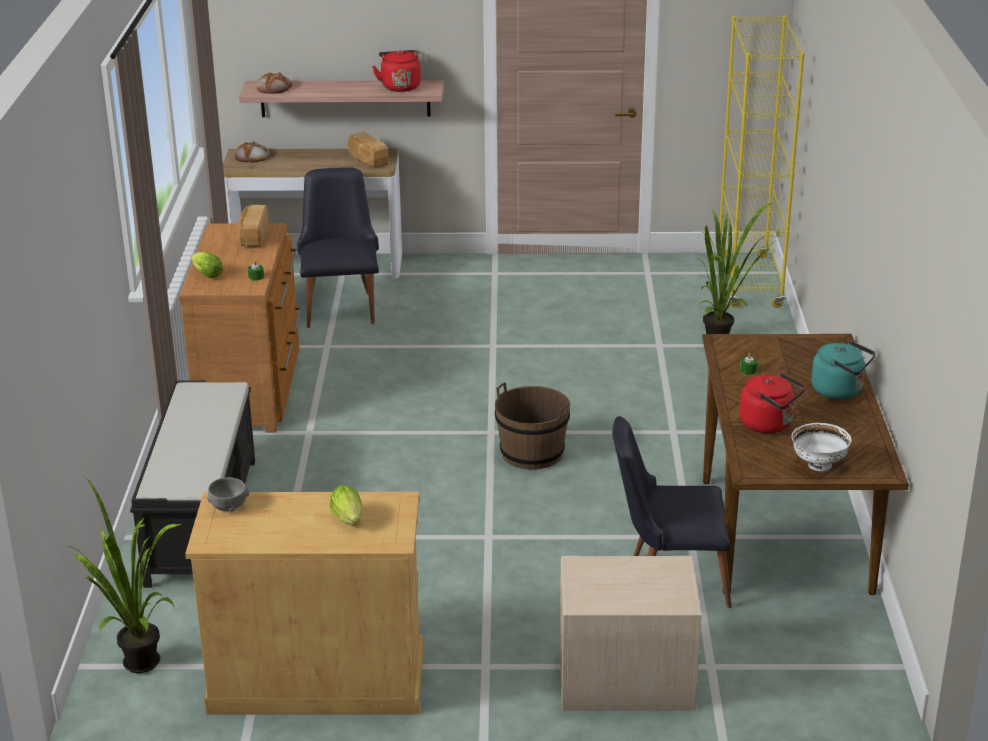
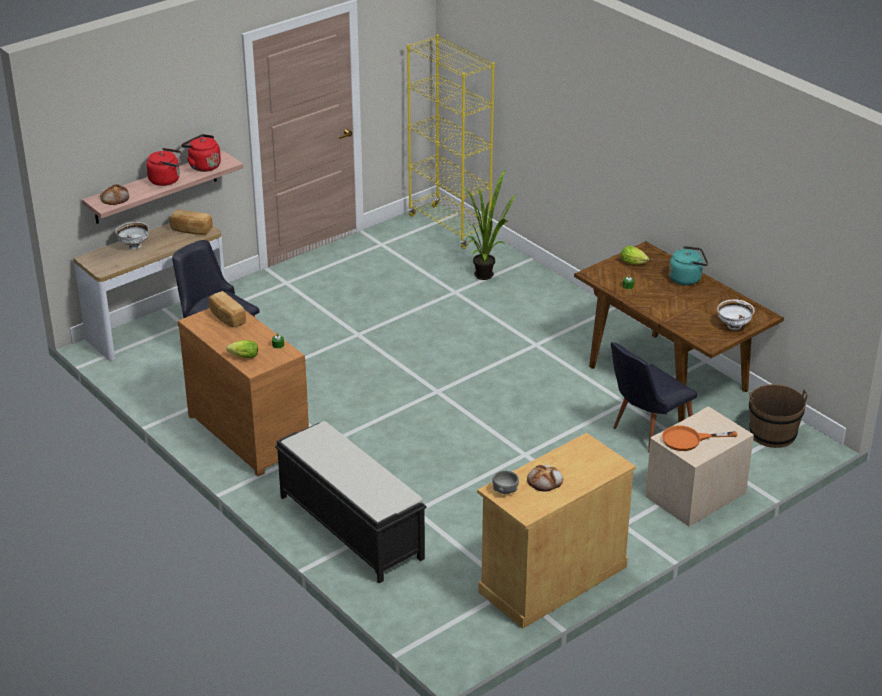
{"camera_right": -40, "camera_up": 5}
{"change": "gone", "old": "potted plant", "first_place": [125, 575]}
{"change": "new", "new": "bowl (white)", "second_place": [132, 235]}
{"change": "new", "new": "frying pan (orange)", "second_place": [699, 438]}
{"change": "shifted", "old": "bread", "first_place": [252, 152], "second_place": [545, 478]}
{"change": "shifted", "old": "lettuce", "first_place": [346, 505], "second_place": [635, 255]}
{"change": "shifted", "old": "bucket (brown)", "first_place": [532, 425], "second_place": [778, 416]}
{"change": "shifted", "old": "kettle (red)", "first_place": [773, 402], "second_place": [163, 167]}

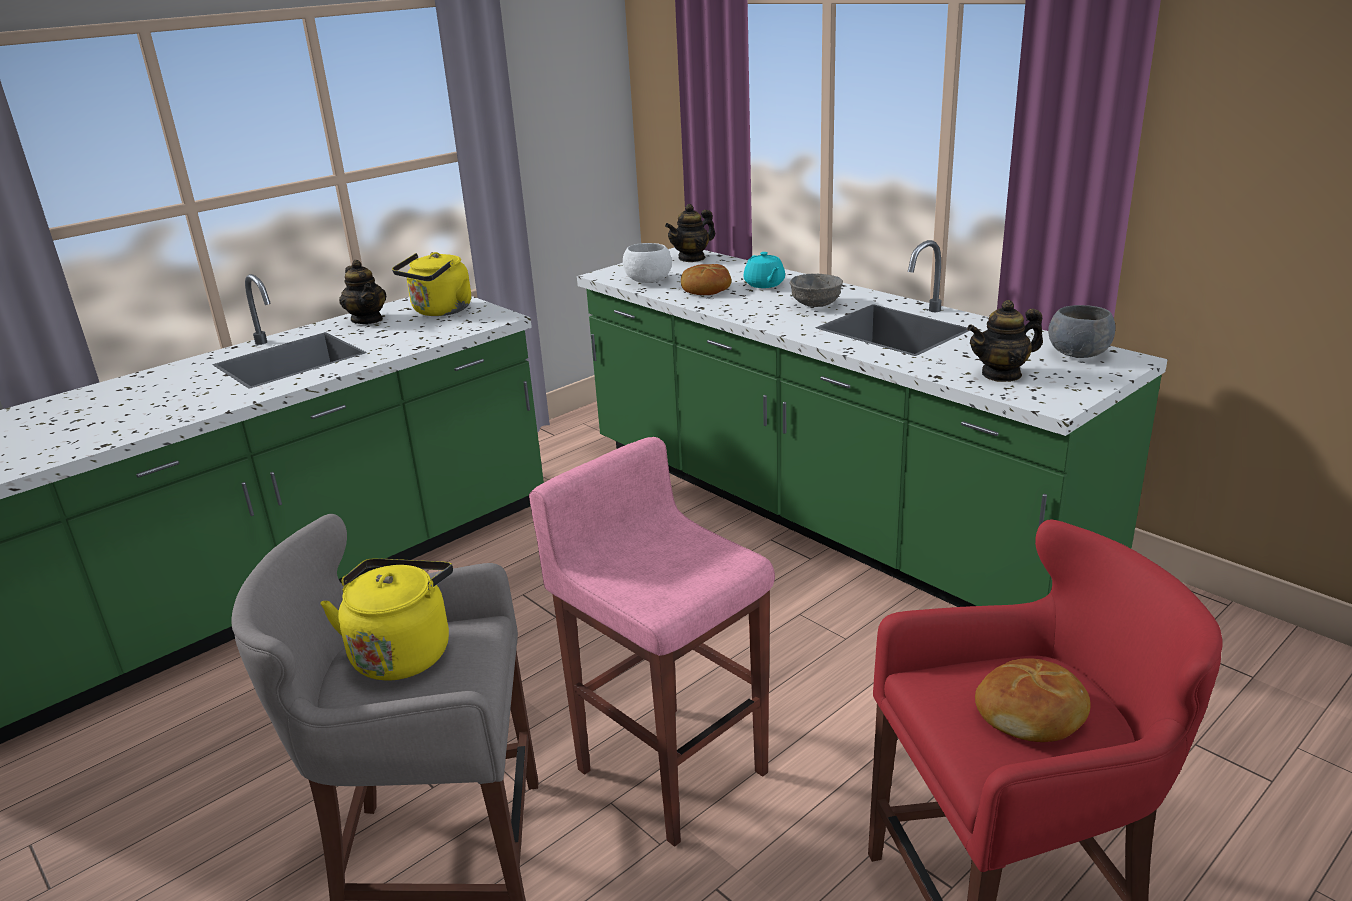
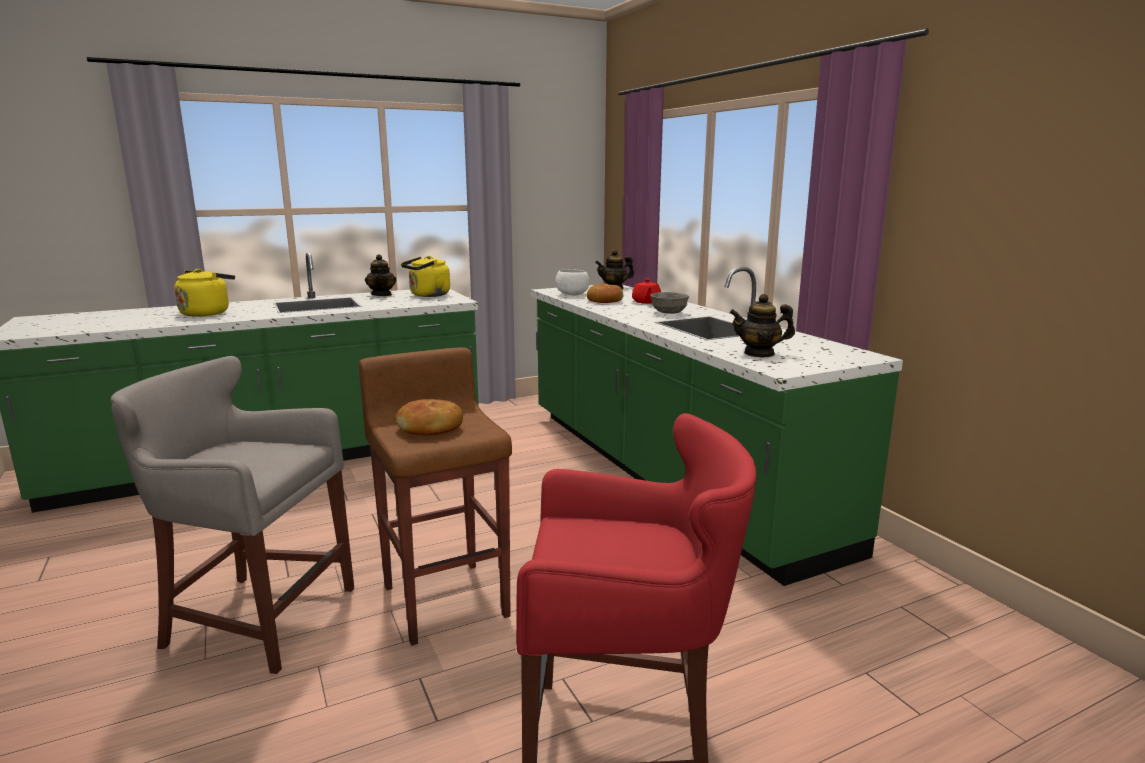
{"camera_right": 15, "camera_up": -10}
{"change": "gone", "old": "bowl (grey)", "first_place": [1082, 331]}
{"change": "shifted", "old": "kettle (yellow)", "first_place": [386, 619], "second_place": [204, 293]}
{"change": "shifted", "old": "bread", "first_place": [1033, 700], "second_place": [429, 417]}
{"change": "repainted", "old": "stool (pink)", "new": "stool (brown)", "first_place": [652, 642], "second_place": [435, 496]}
{"change": "repainted", "old": "teapot (turquoise)", "new": "teapot (red)", "first_place": [764, 270], "second_place": [646, 291]}

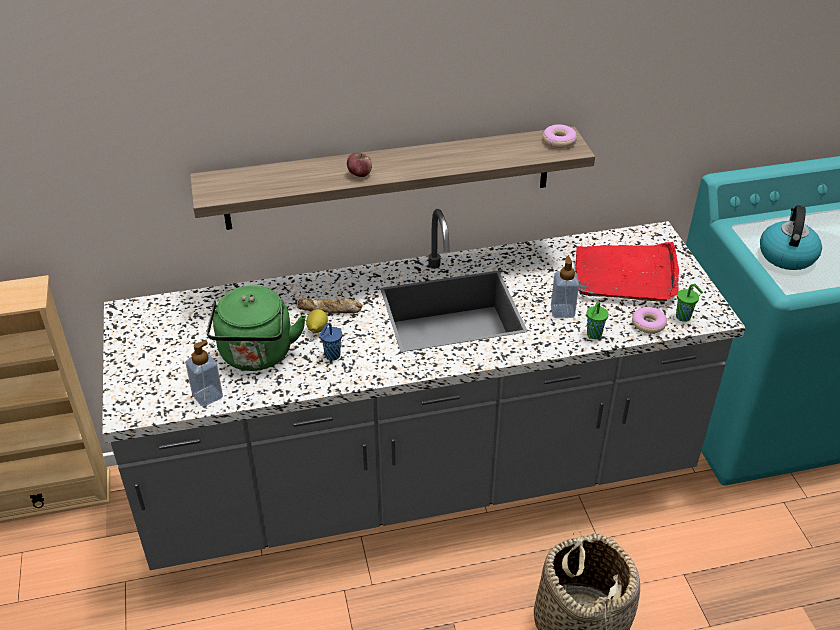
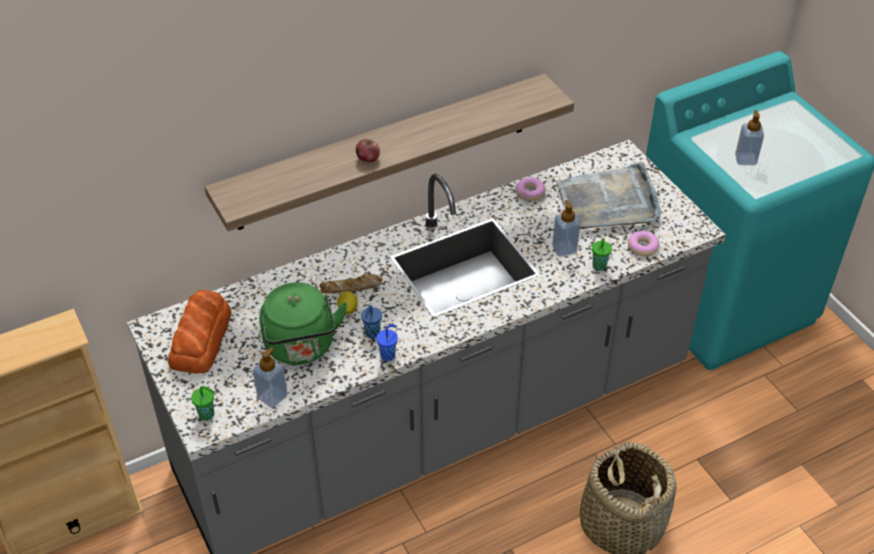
{"camera_right": -15, "camera_up": 5}
{"change": "new", "new": "bread", "second_place": [199, 332]}
{"change": "new", "new": "cup (blue)", "second_place": [387, 342]}
{"change": "shifted", "old": "donut", "first_place": [560, 136], "second_place": [530, 189]}
{"change": "shifted", "old": "cup (green)", "first_place": [689, 303], "second_place": [203, 403]}
{"change": "swapped", "old": "kettle", "new": "soap dispenser", "first_place": [791, 237], "second_place": [749, 137]}
{"change": "repainted", "old": "tray (red)", "new": "tray (grey)", "first_place": [627, 272], "second_place": [609, 195]}

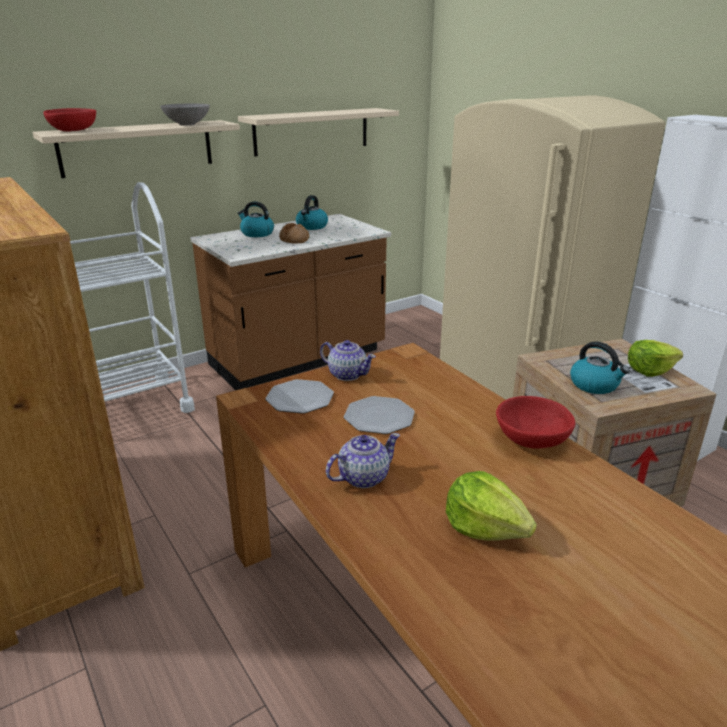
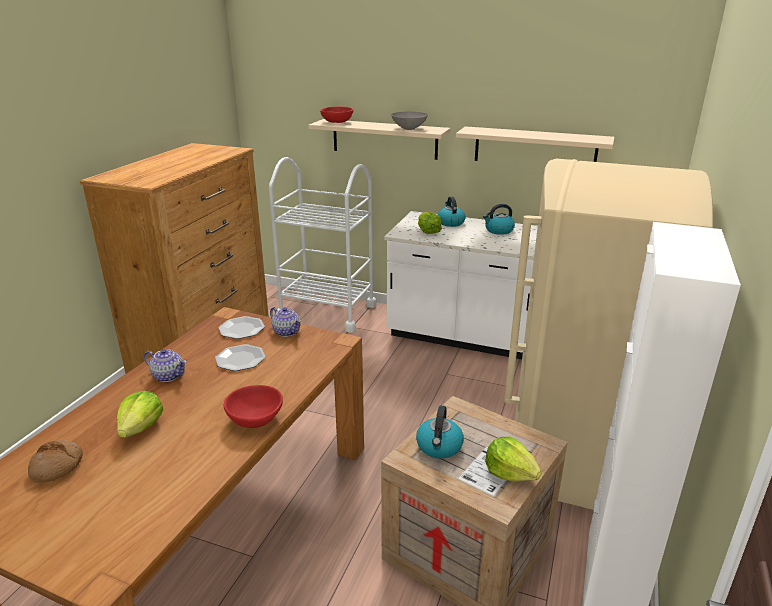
{"camera_right": 55, "camera_up": 0}
{"change": "new", "new": "lettuce", "second_place": [430, 223]}
{"change": "shifted", "old": "bread", "first_place": [294, 233], "second_place": [55, 461]}
{"change": "repainted", "old": "counter (brown)", "new": "counter (white)", "first_place": [291, 302], "second_place": [461, 285]}
{"change": "rotated", "old": "teapot", "first_place": [348, 360], "second_place": [286, 322], "degrees": -45}

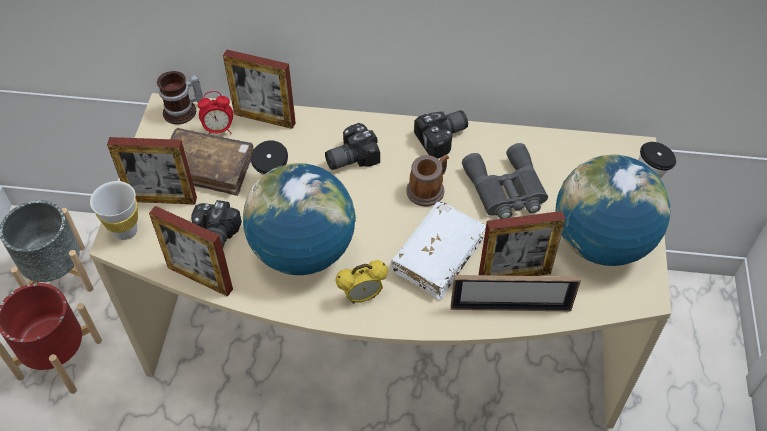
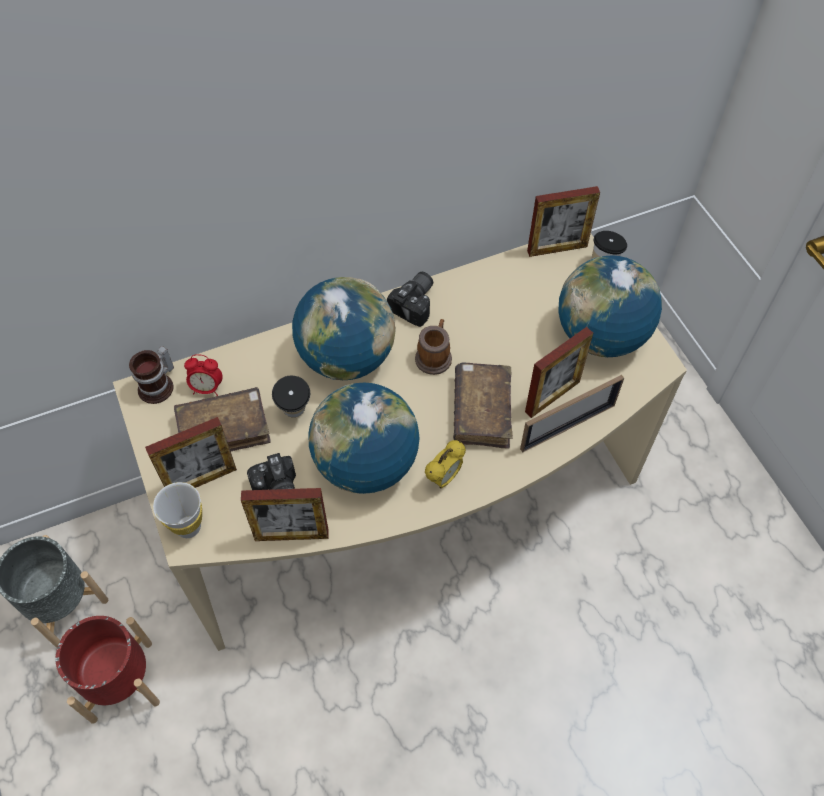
{"camera_right": -30, "camera_up": 5}
{"change": "gone", "old": "binoculars (grey)", "first_place": [505, 181]}
{"change": "shifted", "old": "picture frame", "first_place": [259, 89], "second_place": [563, 221]}
{"change": "swapped", "old": "photo camera", "new": "globe", "first_place": [352, 146], "second_place": [344, 328]}
{"change": "repainted", "old": "book (white)", "new": "book (brown)", "first_place": [438, 251], "second_place": [483, 406]}
{"change": "rotated", "old": "alarm clock", "first_place": [215, 112], "second_place": [203, 375], "degrees": 45}

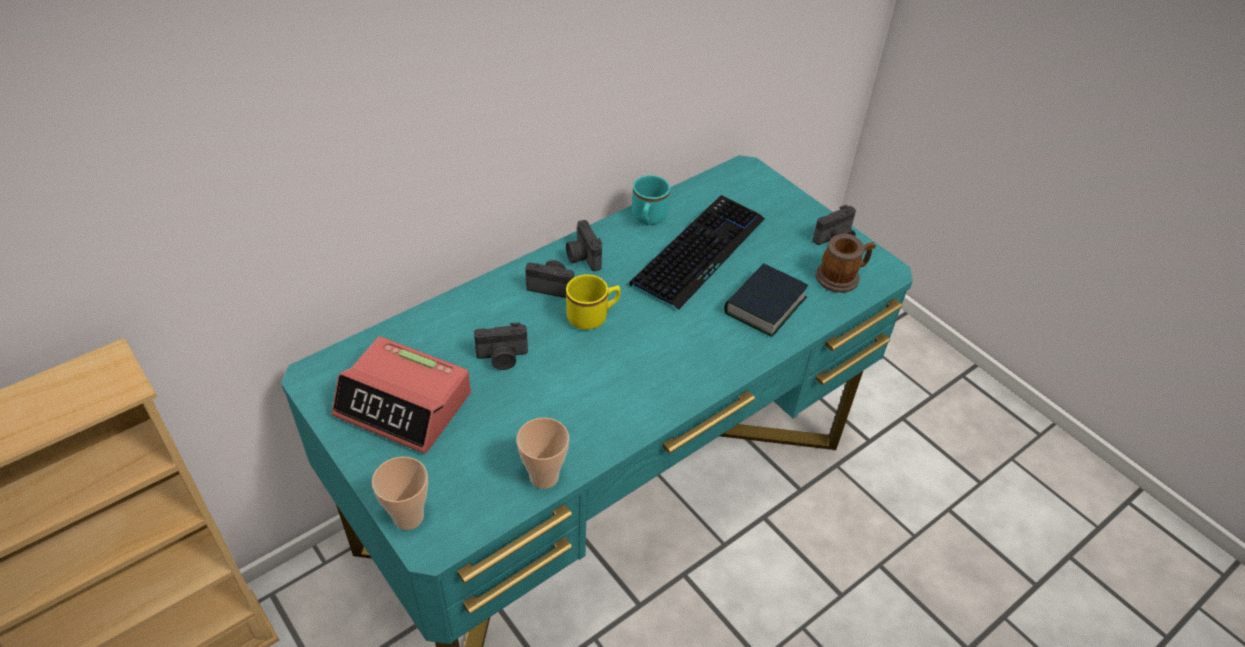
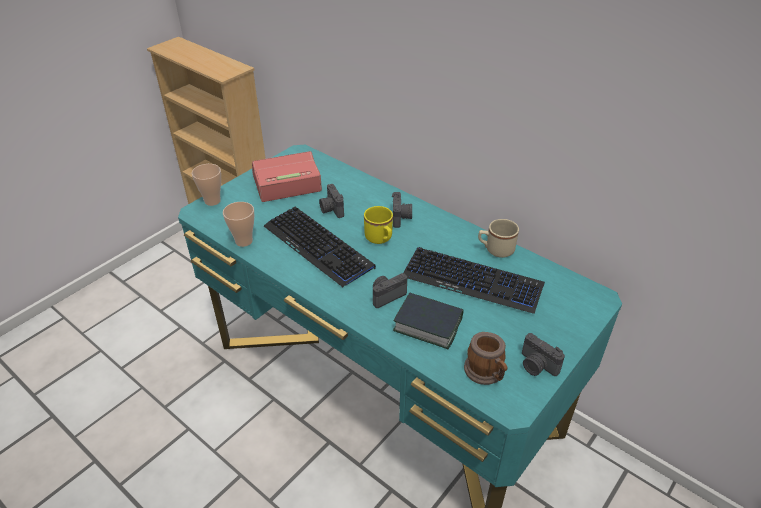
{"camera_right": 80, "camera_up": -5}
{"change": "new", "new": "keyboard", "second_place": [320, 247]}
{"change": "shifted", "old": "photo camera", "first_place": [584, 245], "second_place": [390, 290]}
{"change": "repainted", "old": "mug (turquoise)", "new": "mug (beige)", "first_place": [651, 200], "second_place": [498, 238]}
{"change": "rotated", "old": "alarm clock", "first_place": [401, 395], "second_place": [287, 176], "degrees": 60}

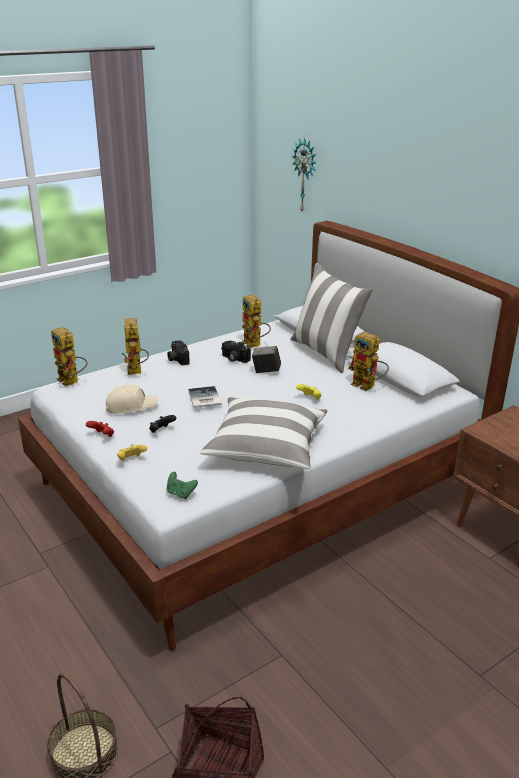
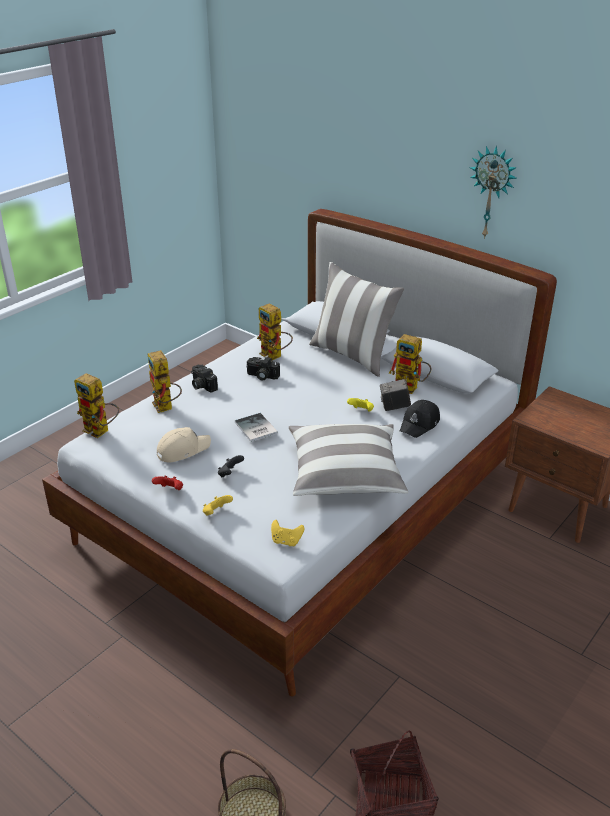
{"camera_right": -15, "camera_up": 5}
{"change": "new", "new": "cap (black)", "second_place": [420, 419]}
{"change": "shifted", "old": "photo camera", "first_place": [266, 359], "second_place": [395, 395]}
{"change": "shifted", "old": "wall clock", "first_place": [304, 174], "second_place": [493, 192]}
{"change": "repainted", "old": "game controller (green)", "new": "game controller (yellow)", "first_place": [182, 485], "second_place": [287, 533]}

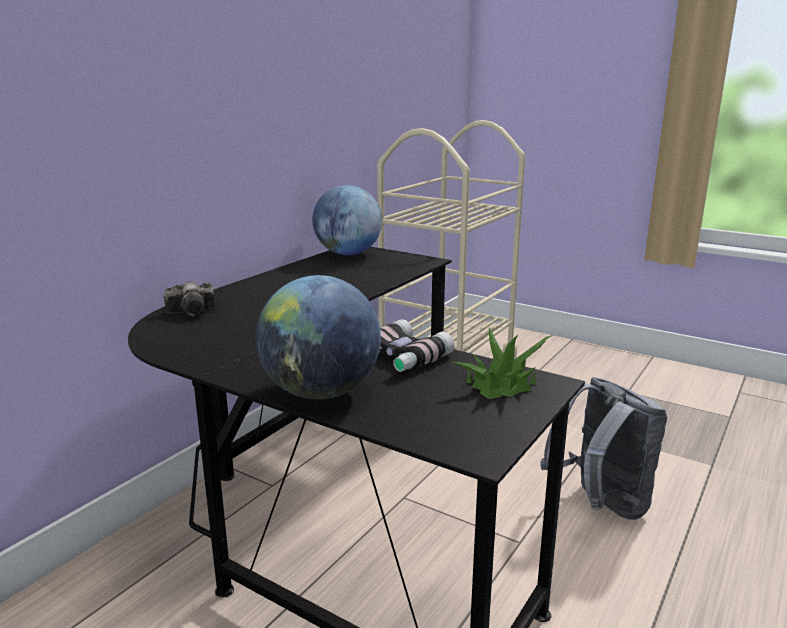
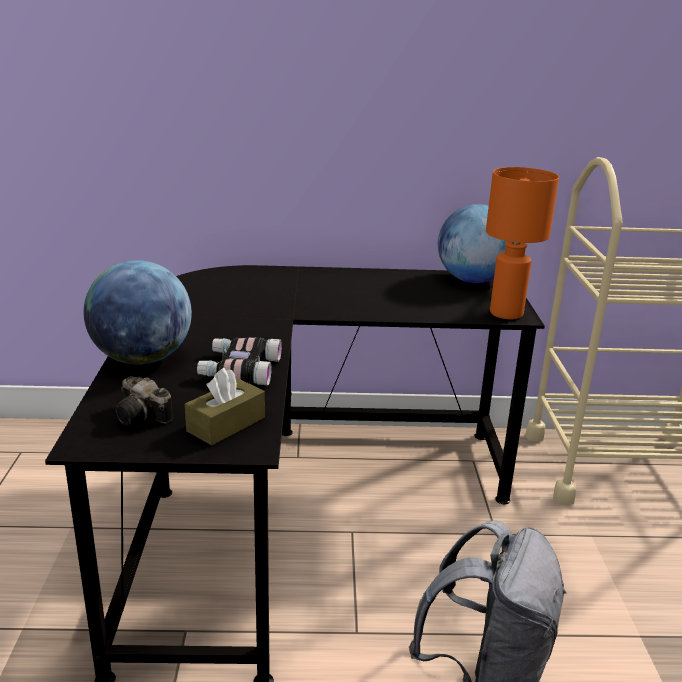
{"camera_right": 55, "camera_up": 5}
{"change": "new", "new": "table lamp (orange)", "second_place": [522, 243]}
{"change": "shifted", "old": "photo camera", "first_place": [189, 299], "second_place": [144, 401]}
{"change": "swapped", "old": "potted plant", "new": "tissue box (brown)", "first_place": [502, 363], "second_place": [225, 406]}

